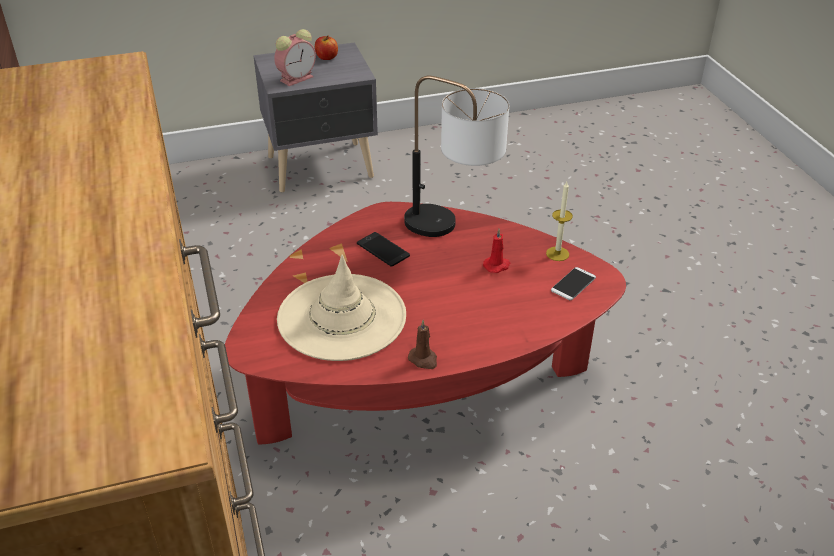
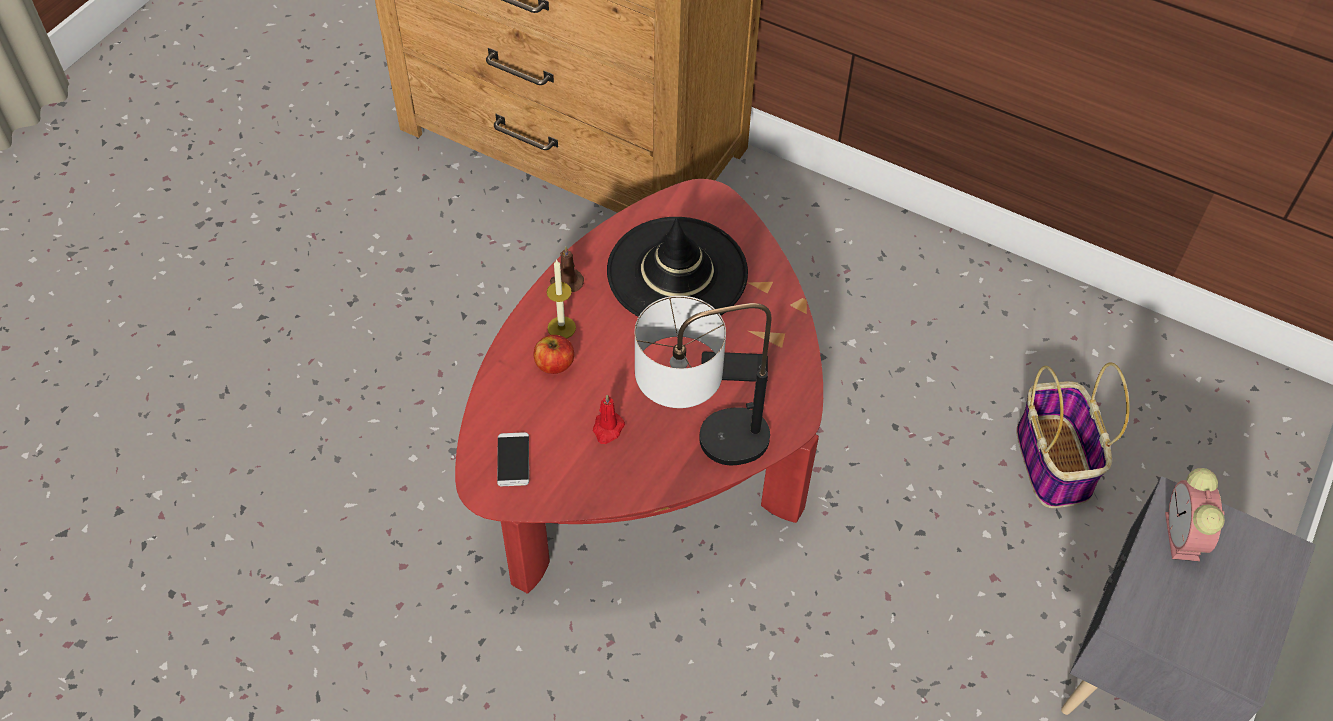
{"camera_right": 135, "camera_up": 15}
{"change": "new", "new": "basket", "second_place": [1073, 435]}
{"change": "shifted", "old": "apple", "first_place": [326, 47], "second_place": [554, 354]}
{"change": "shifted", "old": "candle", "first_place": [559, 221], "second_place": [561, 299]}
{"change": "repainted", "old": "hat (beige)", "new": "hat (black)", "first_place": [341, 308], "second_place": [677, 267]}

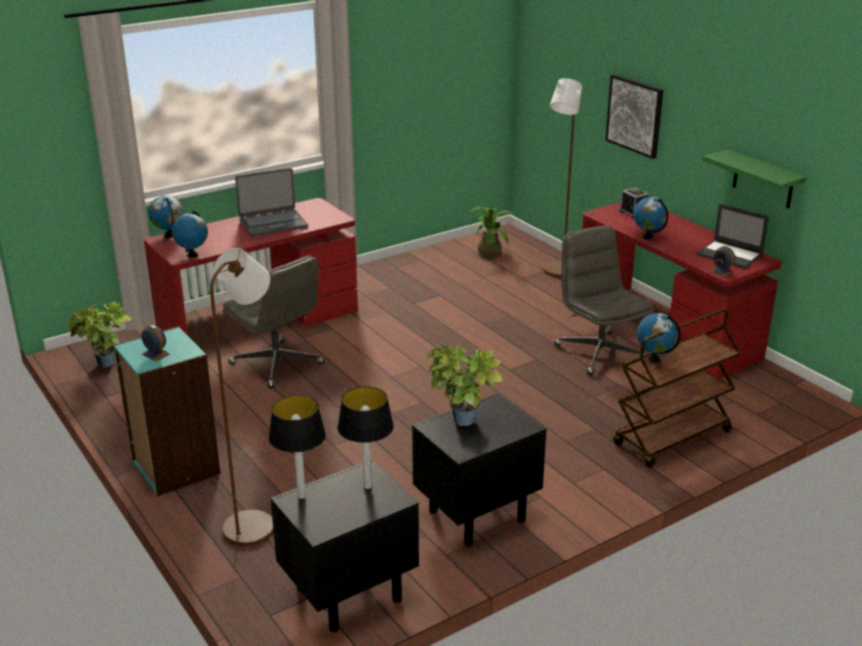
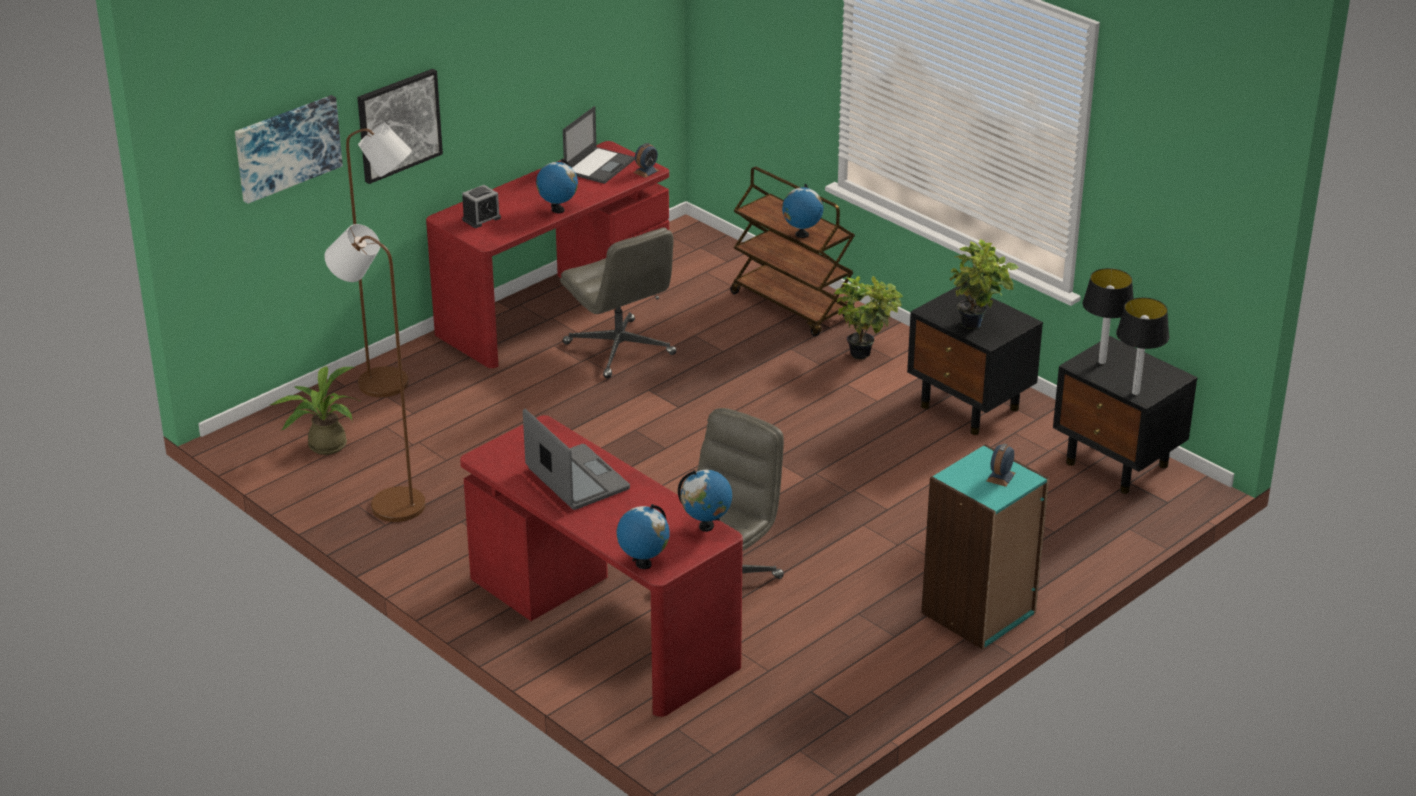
{"camera_right": -100, "camera_up": 5}
{"change": "gone", "old": "shelf (green)", "first_place": [754, 178]}
{"change": "new", "new": "picture", "second_place": [289, 149]}
{"change": "shifted", "old": "potted plant", "first_place": [99, 335], "second_place": [868, 317]}
{"change": "shifted", "old": "floor lamp (brown)", "first_place": [242, 397], "second_place": [375, 373]}
{"change": "rotated", "old": "office chair (grey)", "first_place": [604, 300], "second_place": [618, 302], "degrees": -90}

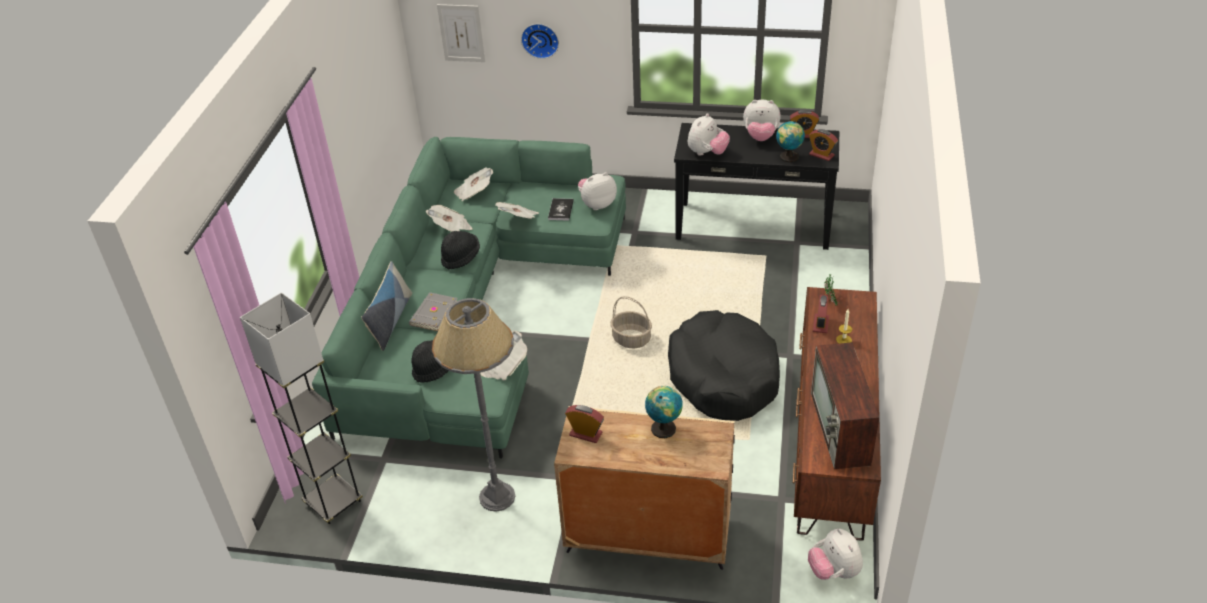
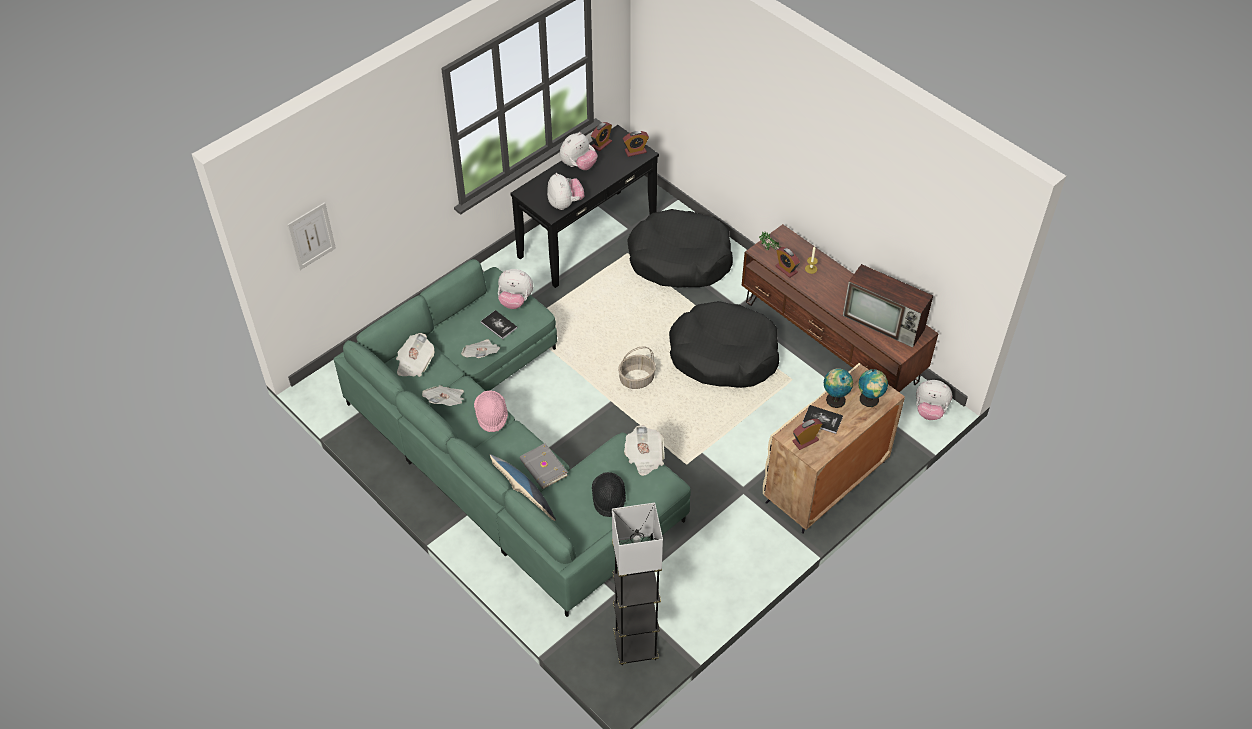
{"camera_right": -55, "camera_up": 10}
{"change": "gone", "old": "floor lamp (grey)", "first_place": [473, 405]}
{"change": "gone", "old": "wall clock", "first_place": [540, 41]}
{"change": "new", "new": "dog bed (black)", "second_place": [680, 248]}
{"change": "new", "new": "book", "second_place": [823, 419]}
{"change": "shifted", "old": "globe", "first_place": [790, 141], "second_place": [873, 388]}
{"change": "repainted", "old": "hat (black)", "new": "hat (pink)", "first_place": [460, 250], "second_place": [491, 411]}
{"change": "rotated", "old": "plush toy", "first_place": [597, 191], "second_place": [515, 289], "degrees": -90}

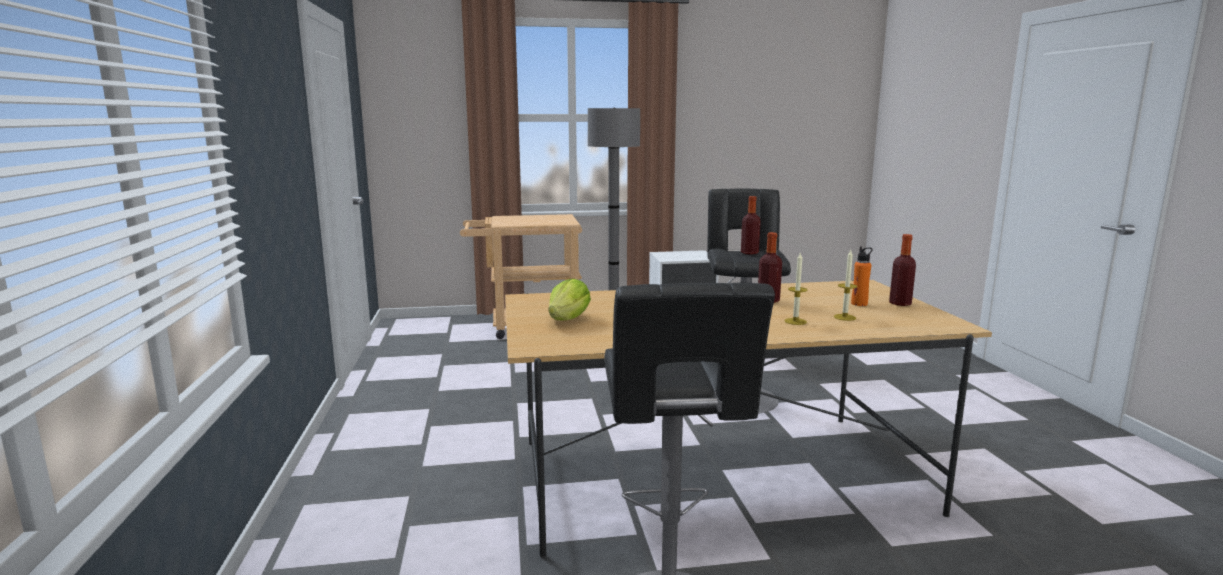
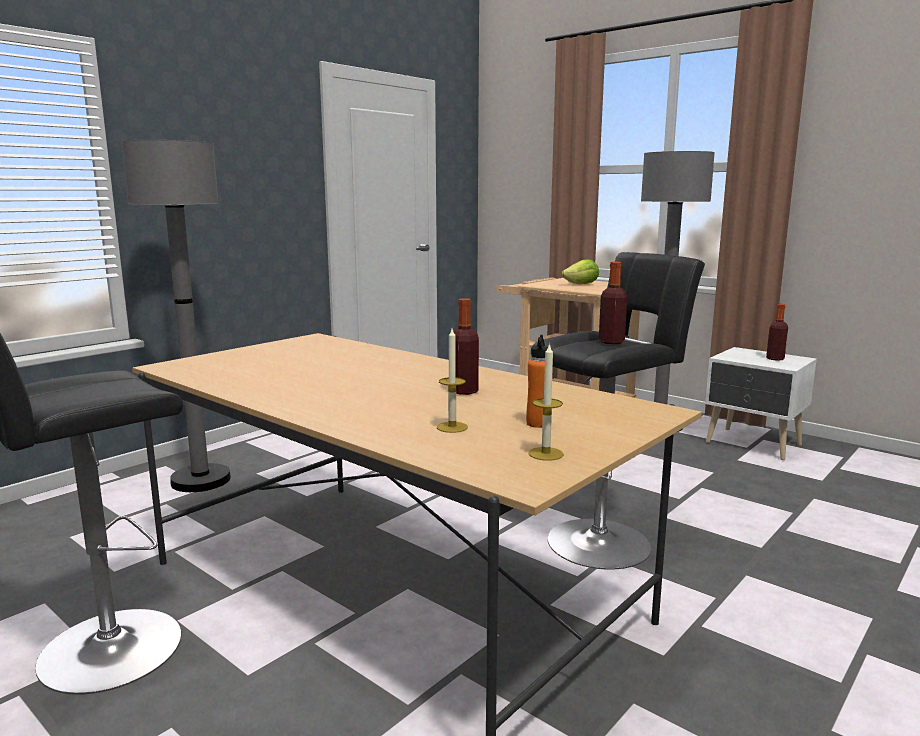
{"camera_right": 50, "camera_up": 0}
{"change": "new", "new": "floor lamp (grey)", "second_place": [176, 316]}
{"change": "shifted", "old": "lettuce", "first_place": [569, 300], "second_place": [580, 271]}
{"change": "shifted", "old": "candle", "first_place": [795, 289], "second_place": [546, 402]}
{"change": "shifted", "old": "bottle", "first_place": [902, 270], "second_place": [777, 332]}

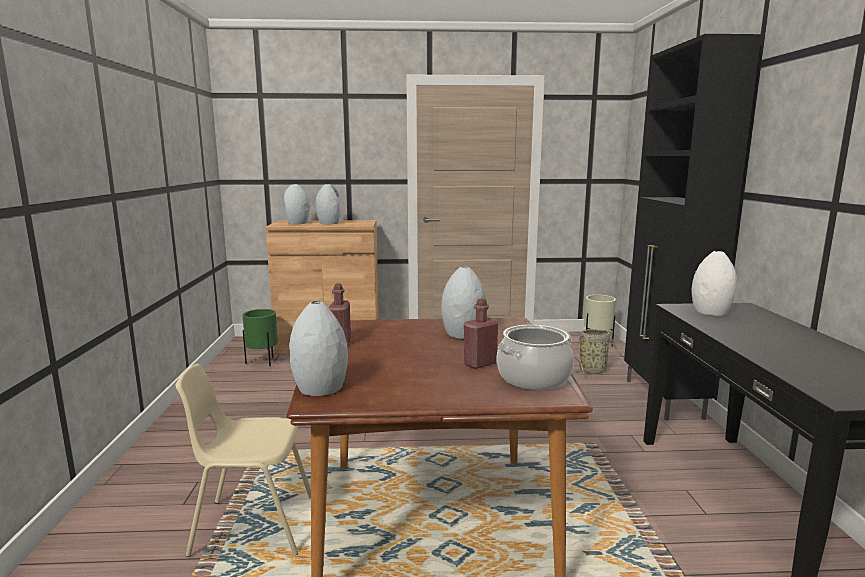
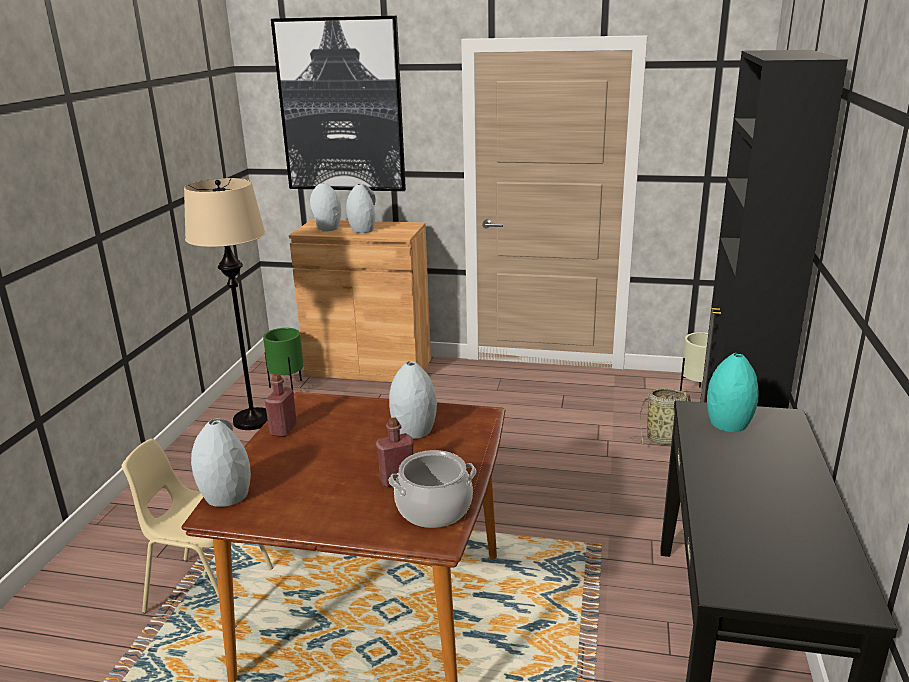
{"camera_right": 15, "camera_up": 10}
{"change": "new", "new": "floor lamp (beige)", "second_place": [226, 304]}
{"change": "new", "new": "picture", "second_place": [338, 103]}
{"change": "repainted", "old": "vase (white)", "new": "vase (turquoise)", "first_place": [714, 283], "second_place": [733, 392]}

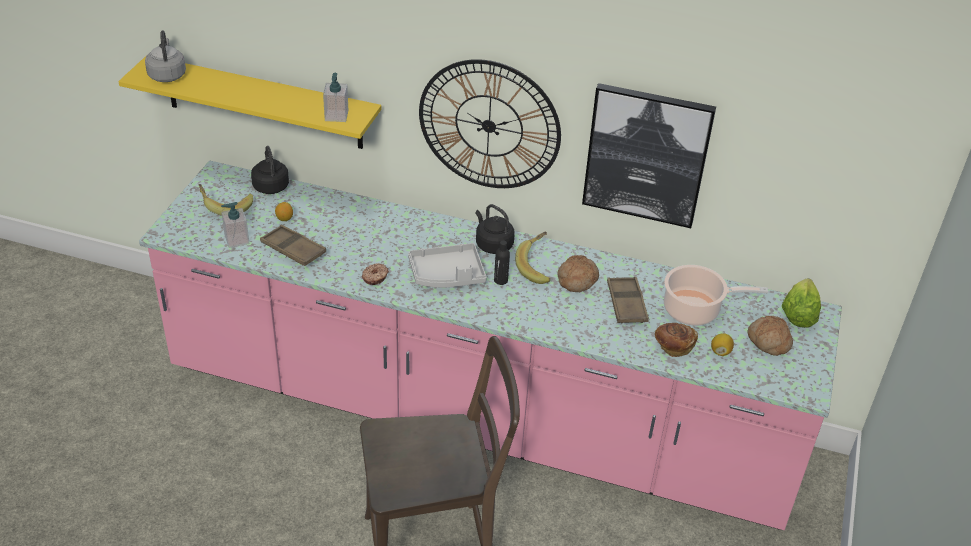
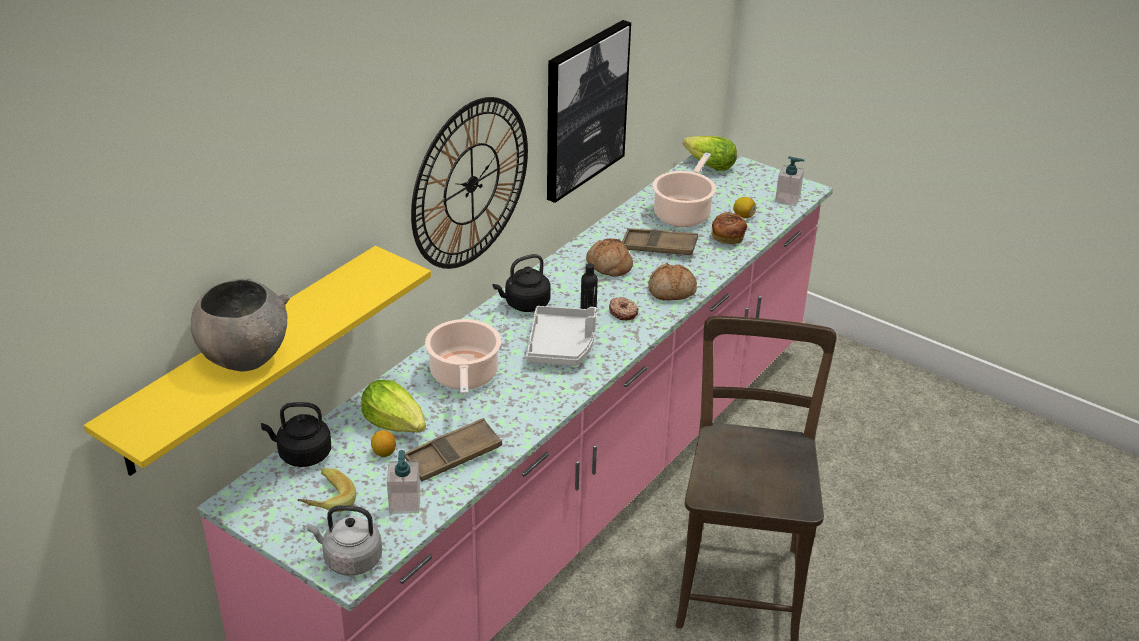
{"camera_right": -70, "camera_up": -5}
{"change": "gone", "old": "banana", "first_place": [533, 257]}
{"change": "new", "new": "bowl (grey)", "second_place": [240, 324]}
{"change": "new", "new": "lettuce", "second_place": [393, 406]}
{"change": "new", "new": "cooking pot", "second_place": [463, 357]}
{"change": "shifted", "old": "kettle (grey)", "first_place": [165, 56], "second_place": [344, 540]}
{"change": "shifted", "old": "soap dispenser", "first_place": [335, 97], "second_place": [789, 181]}
{"change": "shifted", "old": "donut", "first_place": [375, 274], "second_place": [624, 308]}
{"change": "shifted", "old": "bread", "first_place": [770, 336], "second_place": [672, 281]}

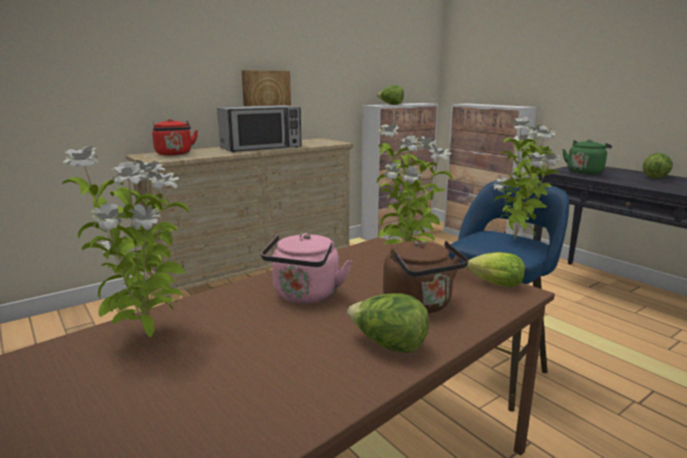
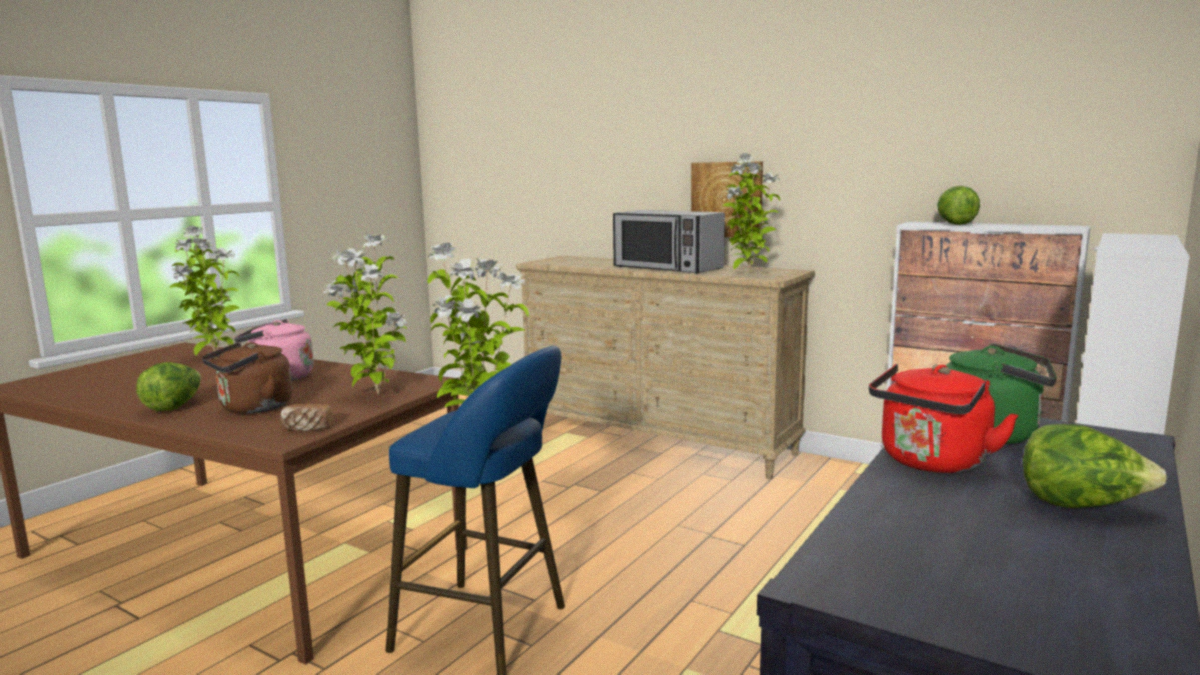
{"camera_right": 70, "camera_up": -5}
{"change": "new", "new": "potted plant", "second_place": [752, 214]}
{"change": "shifted", "old": "kettle (red)", "first_place": [175, 137], "second_place": [944, 418]}
{"change": "swapped", "old": "lettuce", "new": "bread", "first_place": [496, 269], "second_place": [306, 417]}

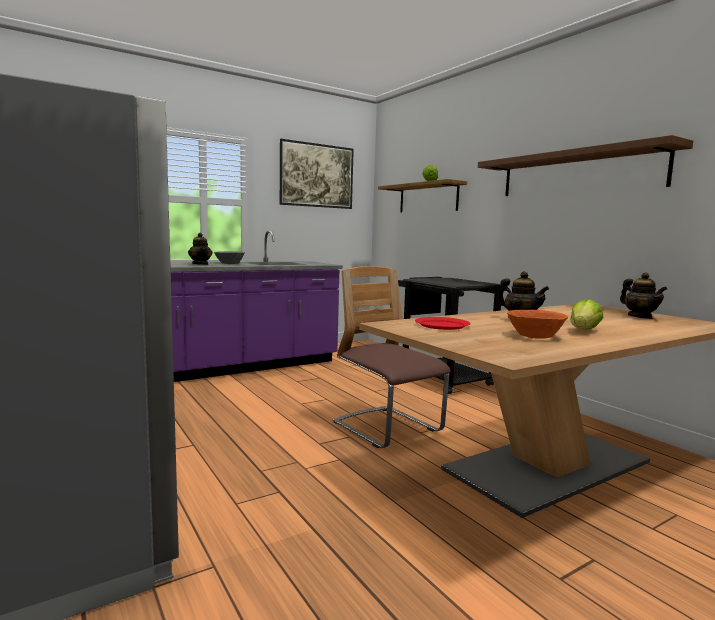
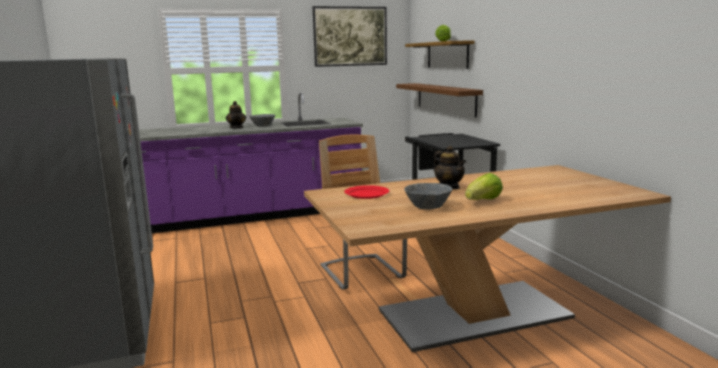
{"camera_right": 15, "camera_up": 5}
{"change": "gone", "old": "teapot", "first_place": [643, 295]}
{"change": "shifted", "old": "shelf (brown)", "first_place": [585, 165], "second_place": [439, 100]}
{"change": "repainted", "old": "bowl (orange)", "new": "bowl (grey)", "first_place": [537, 324], "second_place": [428, 196]}

